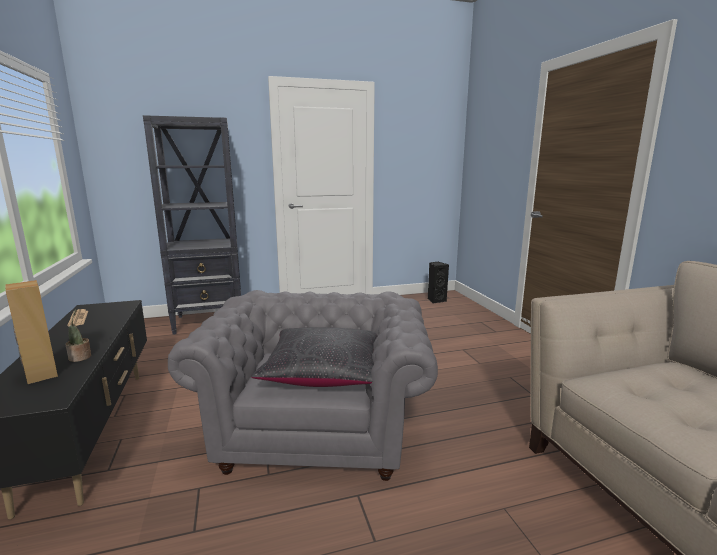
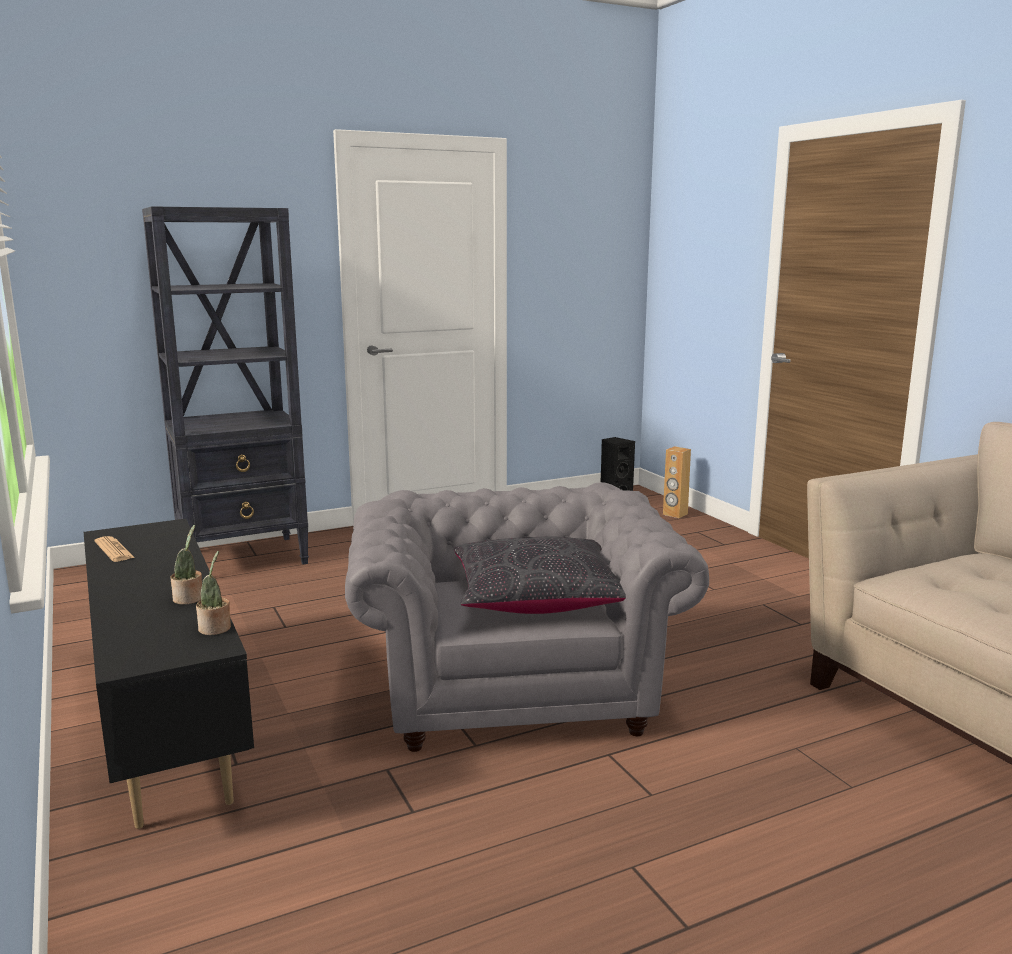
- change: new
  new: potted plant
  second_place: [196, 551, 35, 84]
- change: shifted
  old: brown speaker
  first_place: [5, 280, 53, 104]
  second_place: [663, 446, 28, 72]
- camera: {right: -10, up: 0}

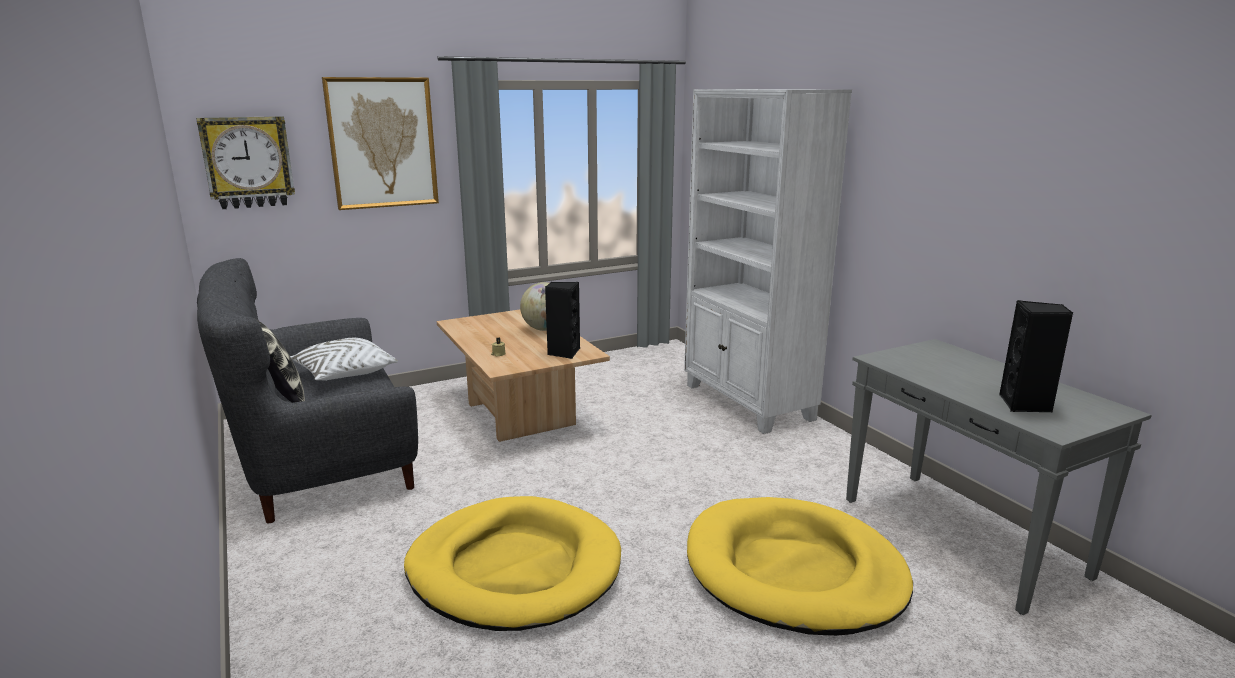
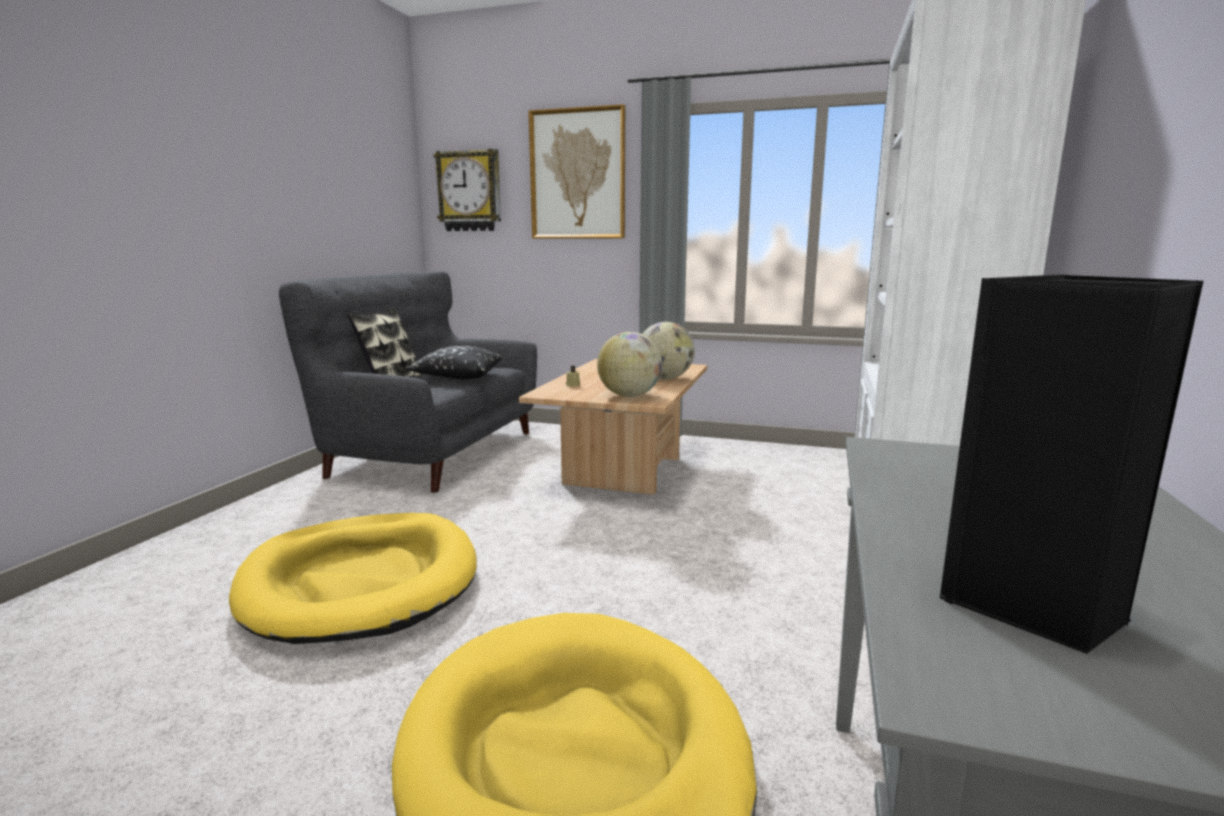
- change: repainted
  old: white pillow
  new: black pillow
  first_place: [290, 338, 108, 43]
  second_place: [406, 346, 96, 33]
- change: swapped
  old: black speaker
  new: globe
  first_place: [545, 282, 35, 77]
  second_place: [597, 332, 65, 65]
- camera: {right: 45, up: -5}

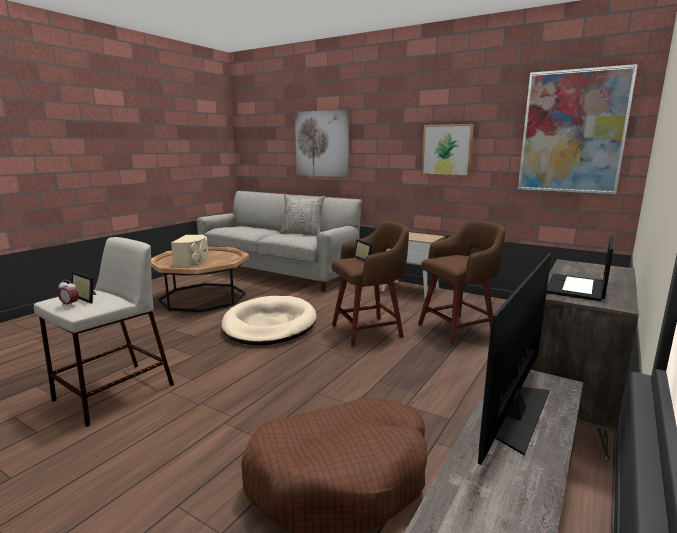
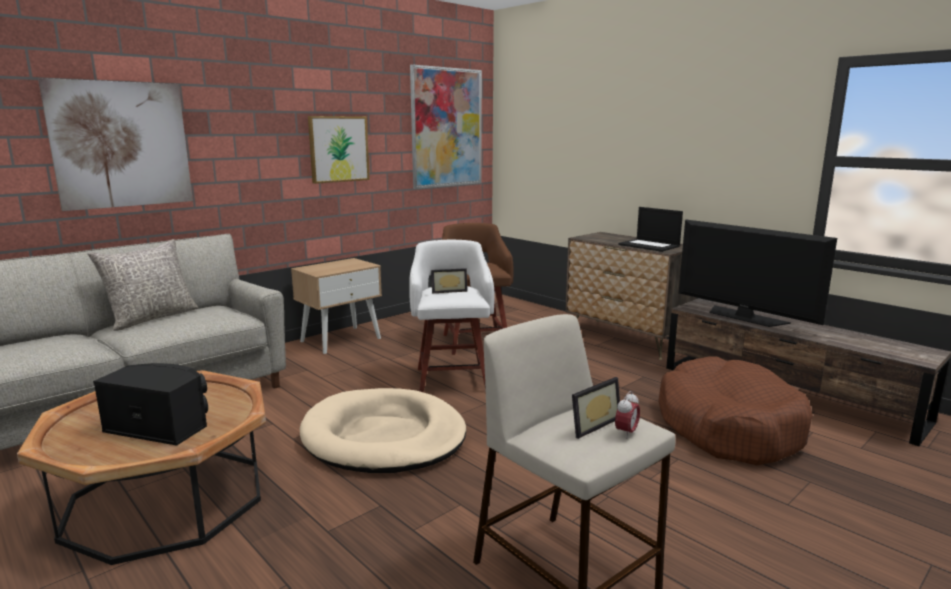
- change: repainted
  old: beige speaker
  new: black speaker
  first_place: [171, 235, 37, 32]
  second_place: [93, 363, 115, 83]
- change: repainted
  old: brown stool
  new: white stool
  first_place: [332, 221, 77, 126]
  second_place: [409, 240, 86, 153]
- camera: {right: -75, up: 0}

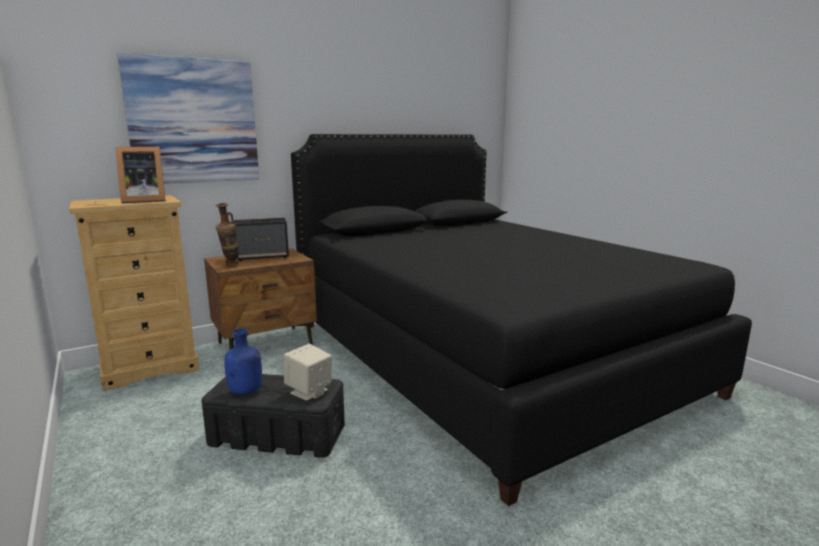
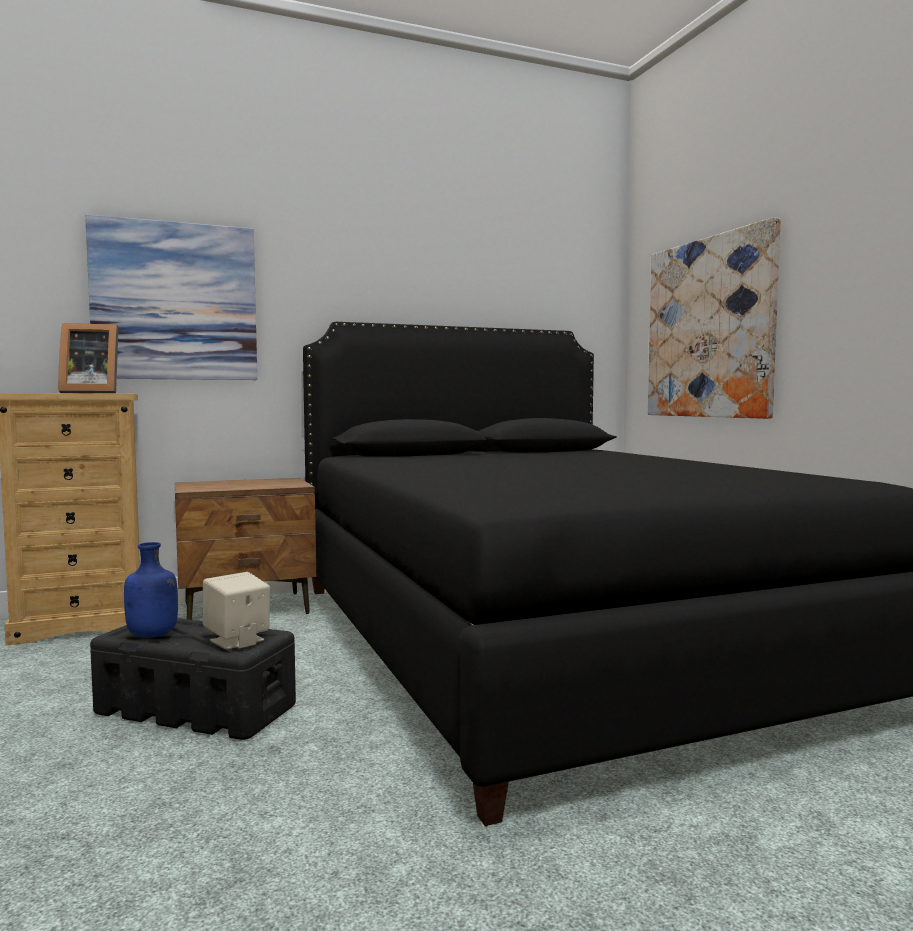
- change: new
  new: picture
  second_place: [648, 217, 133, 202]
- change: gone
  old: vase
  first_place: [216, 203, 24, 64]
- change: gone
  old: speaker
  first_place: [234, 218, 55, 43]
- camera: {right: 10, up: -10}

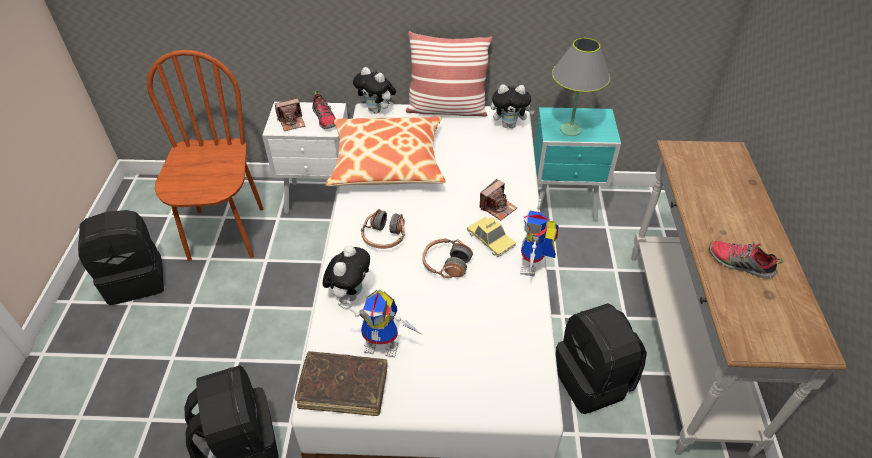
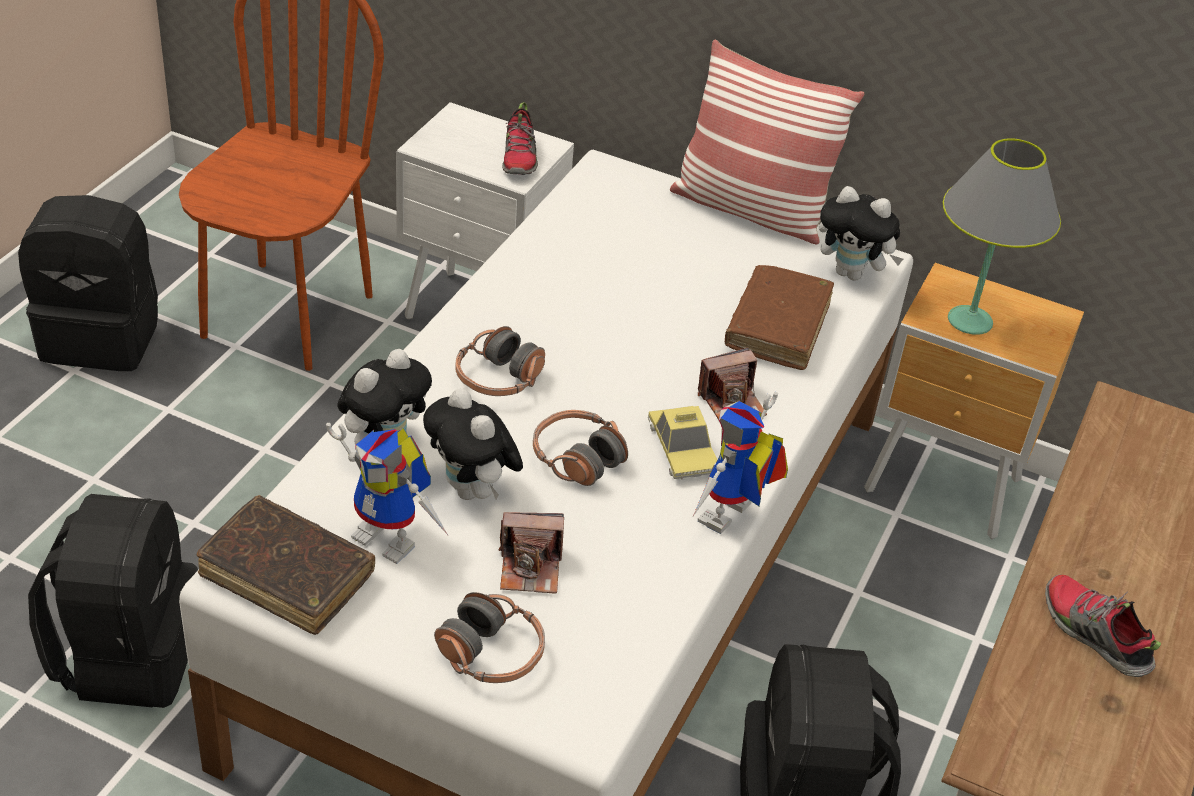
- change: shifted
  old: plush toy
  first_place: [353, 67, 43, 47]
  second_place: [423, 388, 100, 112]
- change: new
  new: headphones
  second_place: [434, 592, 111, 91]
- change: shifted
  old: photo camera
  first_place: [275, 98, 30, 33]
  second_place: [499, 512, 65, 82]
- change: new
  new: brown book
  second_place: [725, 265, 109, 105]
- change: repainted
  old: turquoise nightstand
  new: brown nightstand
  first_place: [534, 107, 87, 115]
  second_place: [864, 263, 220, 276]
- change: gone
  old: pillow
  first_place: [325, 116, 121, 70]
- camera: {right: 20, up: -5}

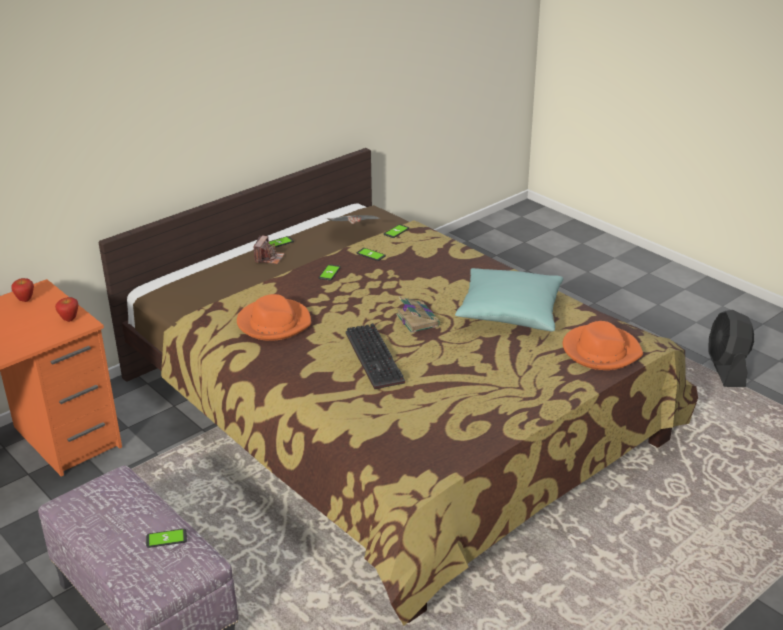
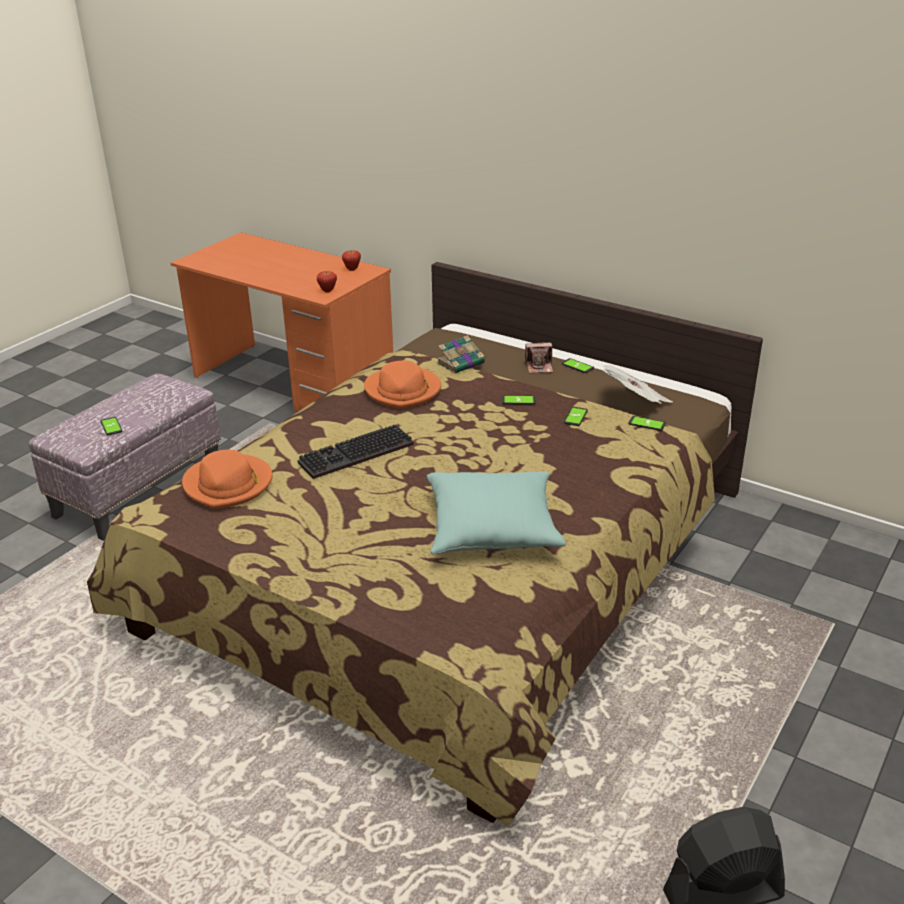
- change: shifted
  old: orange hat
  first_place: [563, 321, 80, 49]
  second_place: [182, 450, 90, 59]
- change: shifted
  old: book
  first_place: [396, 297, 44, 36]
  second_place: [437, 335, 50, 39]
- camera: {right: 75, up: 0}

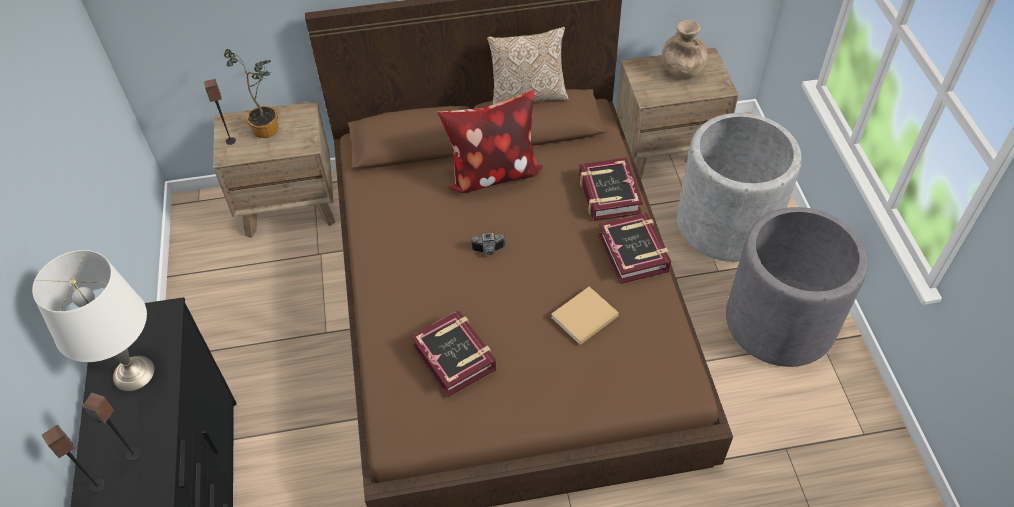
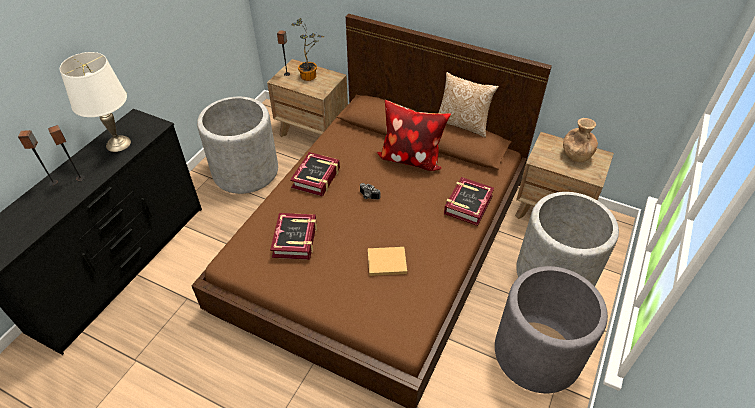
- change: new
  new: grey planter
  second_place: [197, 97, 81, 97]
- change: shifted
  old: book
  first_place: [598, 213, 73, 71]
  second_place: [290, 152, 50, 45]
- camera: {right: 35, up: -5}

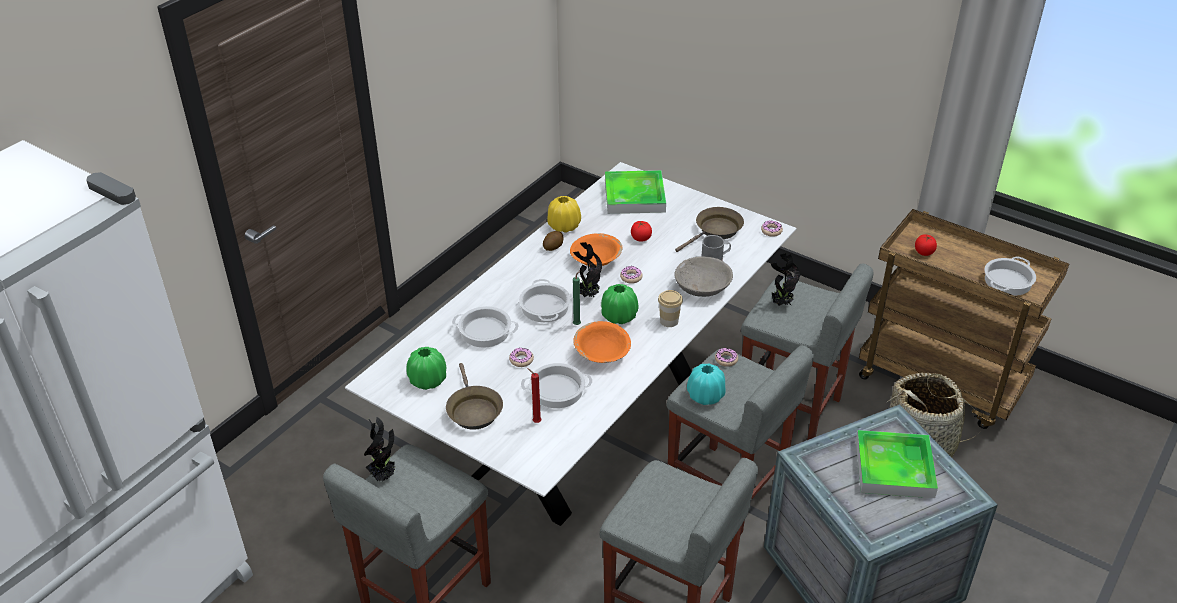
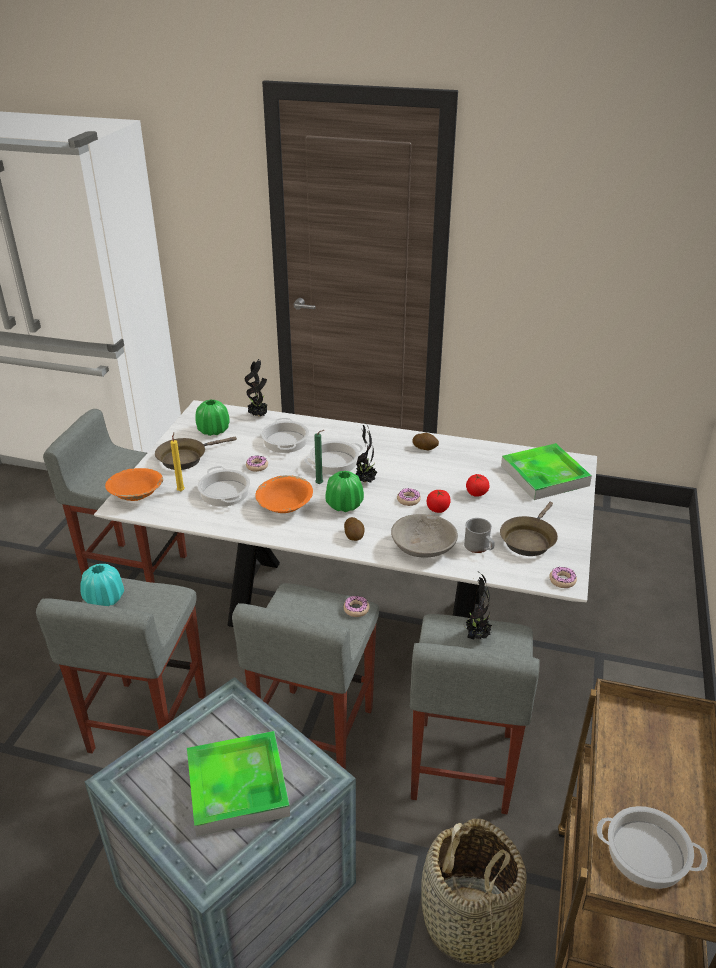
- change: shifted
  old: turquoise vase
  first_place: [687, 364, 39, 41]
  second_place: [80, 564, 44, 42]
- change: shifted
  old: orange bowl
  first_place: [570, 233, 52, 33]
  second_place: [105, 468, 58, 33]
- change: repainted
  old: red candle
  new: yellow candle
  first_place: [527, 368, 15, 55]
  second_place: [170, 433, 15, 58]
- change: shifted
  old: potted plant
  first_place: [364, 417, 32, 64]
  second_place: [245, 359, 23, 58]
- change: swapped
  old: cup
  new: potato
  first_place: [658, 290, 25, 37]
  second_place: [344, 517, 21, 24]
- change: shifted
  old: tomato
  first_place: [915, 234, 22, 22]
  second_place: [427, 490, 24, 23]
- change: rotated
  old: brown frying pan
  first_place: [675, 207, 69, 45]
  second_place: [500, 502, 58, 54]
  degrees: 90
- change: gone
  old: yellow vase
  first_place: [547, 196, 34, 37]
- camera: {right: 70, up: -5}

